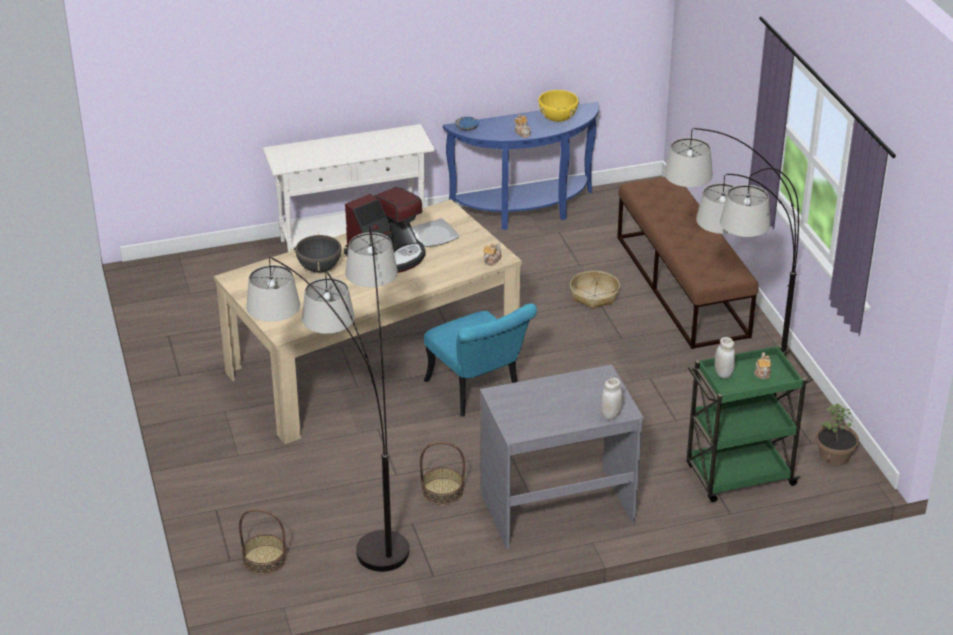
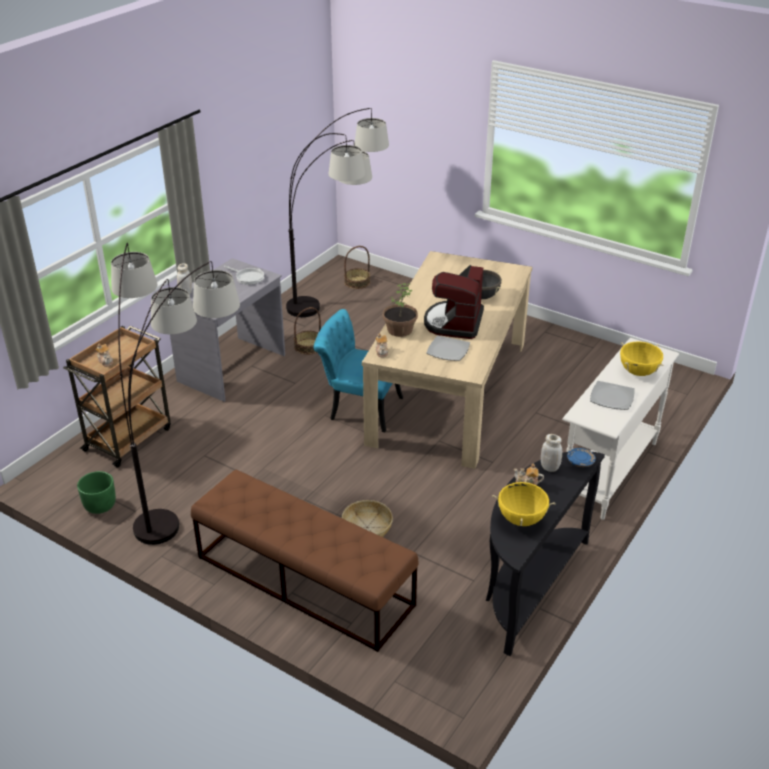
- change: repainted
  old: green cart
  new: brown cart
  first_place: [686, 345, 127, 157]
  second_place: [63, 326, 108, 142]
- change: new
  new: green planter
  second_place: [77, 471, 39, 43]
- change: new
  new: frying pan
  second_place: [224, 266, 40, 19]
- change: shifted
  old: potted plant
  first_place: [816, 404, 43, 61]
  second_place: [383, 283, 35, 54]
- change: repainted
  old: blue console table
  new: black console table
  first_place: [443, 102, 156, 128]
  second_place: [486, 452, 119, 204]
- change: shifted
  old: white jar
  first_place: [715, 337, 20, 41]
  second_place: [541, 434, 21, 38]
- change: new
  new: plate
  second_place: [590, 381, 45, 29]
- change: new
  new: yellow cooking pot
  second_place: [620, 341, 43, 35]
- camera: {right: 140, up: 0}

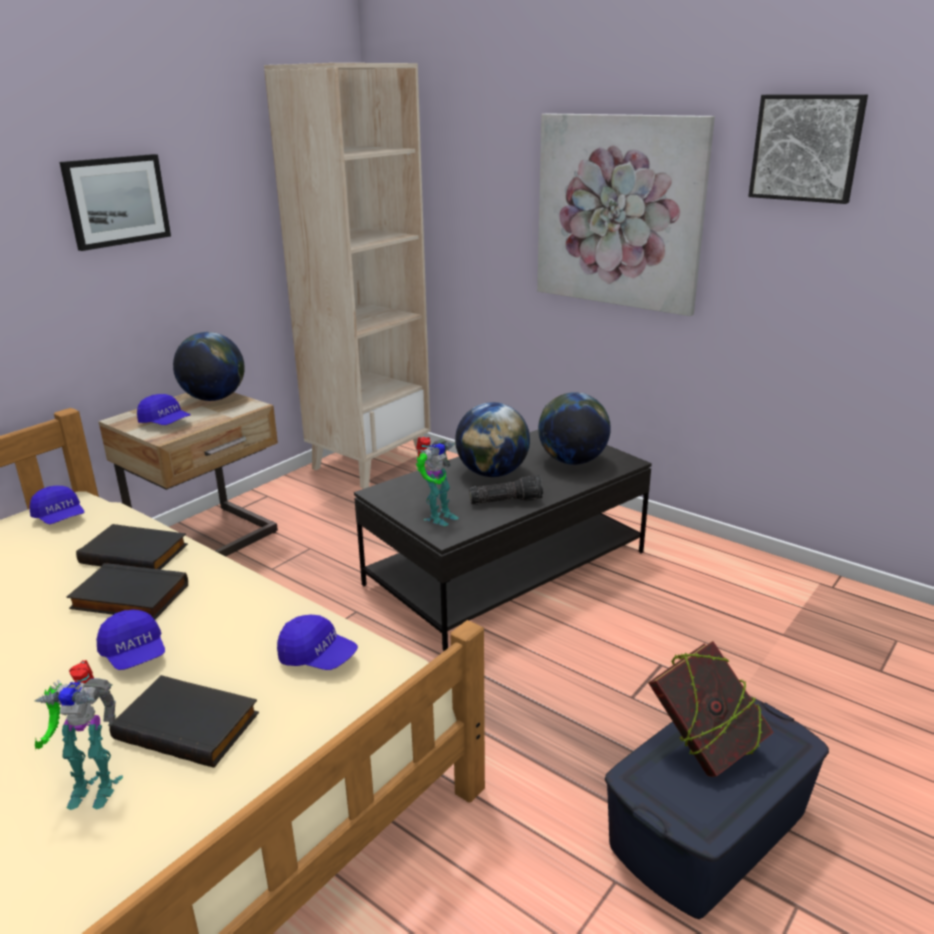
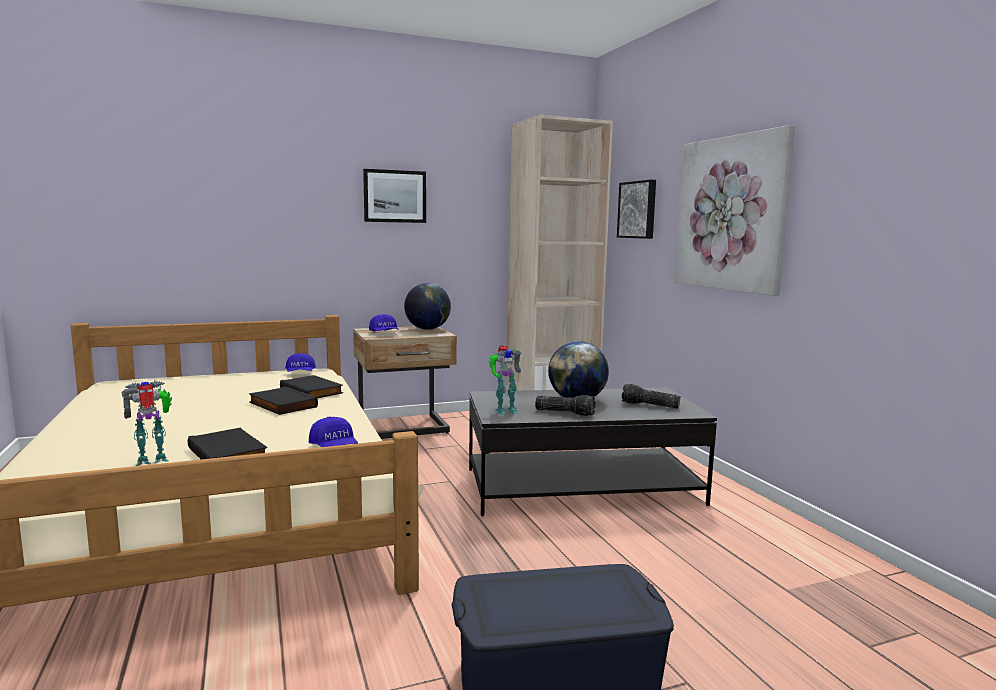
- change: rotated
  old: toy robot
  first_place: [35, 660, 88, 150]
  second_place: [121, 381, 51, 85]
  degrees: 120
- change: shifted
  old: picture
  first_place: [748, 95, 120, 109]
  second_place: [617, 180, 39, 59]
- change: swapped
  old: globe
  new: flashlight
  first_place: [538, 392, 73, 73]
  second_place: [622, 384, 58, 25]
- change: gone
  old: blue cap
  first_place: [97, 609, 68, 61]
- change: gone
  old: book
  first_place: [648, 641, 126, 136]
- camera: {right: 30, up: -15}

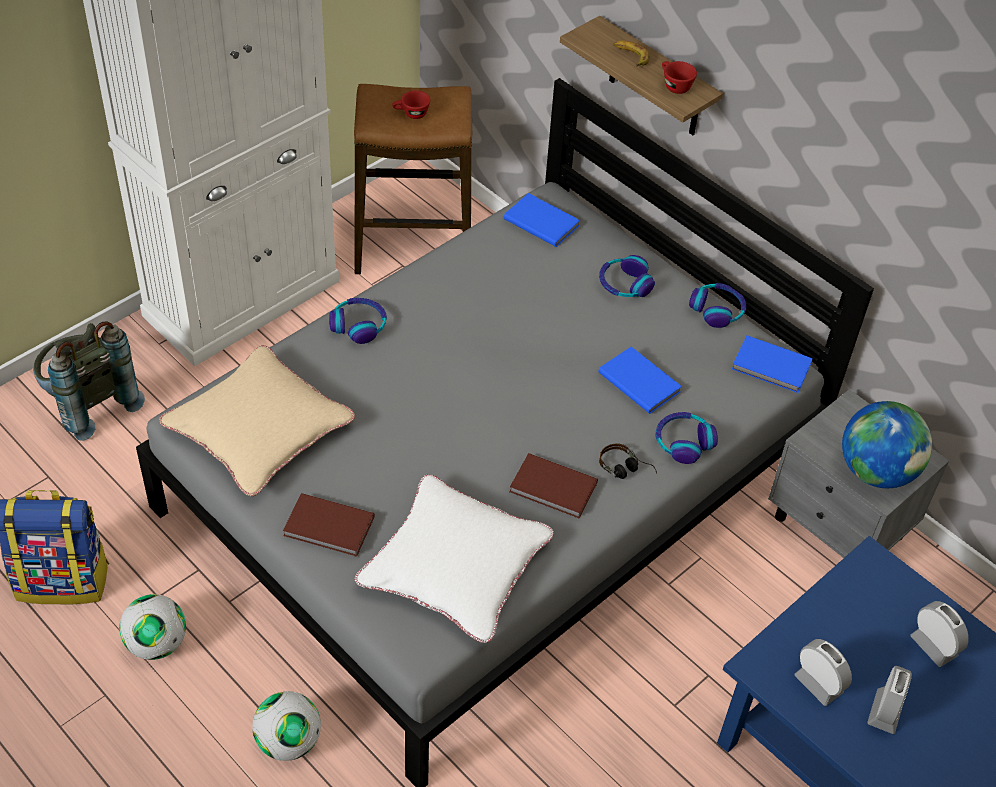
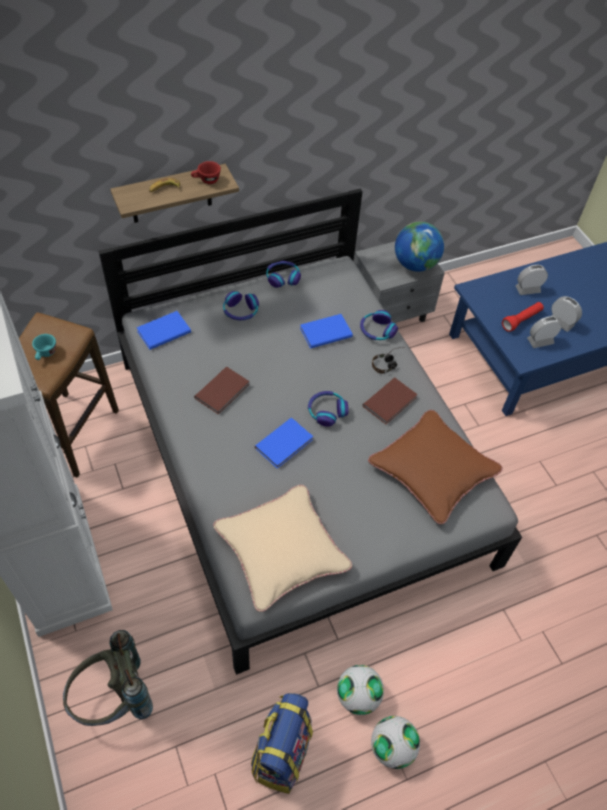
- change: repainted
  old: red cup
  new: turquoise cup
  first_place: [392, 91, 38, 28]
  second_place: [32, 334, 24, 26]
- change: shifted
  old: brown book
  first_place: [283, 493, 92, 64]
  second_place: [194, 367, 56, 48]
- change: shifted
  old: blue book
  first_place: [732, 335, 81, 58]
  second_place: [255, 418, 59, 51]
- change: shifted
  old: headphones
  first_place: [329, 298, 58, 46]
  second_place: [308, 391, 41, 36]
- change: repainted
  old: white pillow
  new: brown pillow
  first_place: [354, 474, 200, 169]
  second_place: [368, 410, 135, 114]
- change: shifted
  old: football
  first_place: [252, 691, 69, 70]
  second_place: [371, 716, 49, 53]
- change: new
  new: red flashlight
  second_place: [502, 302, 42, 30]
- camera: {right: -70, up: 5}

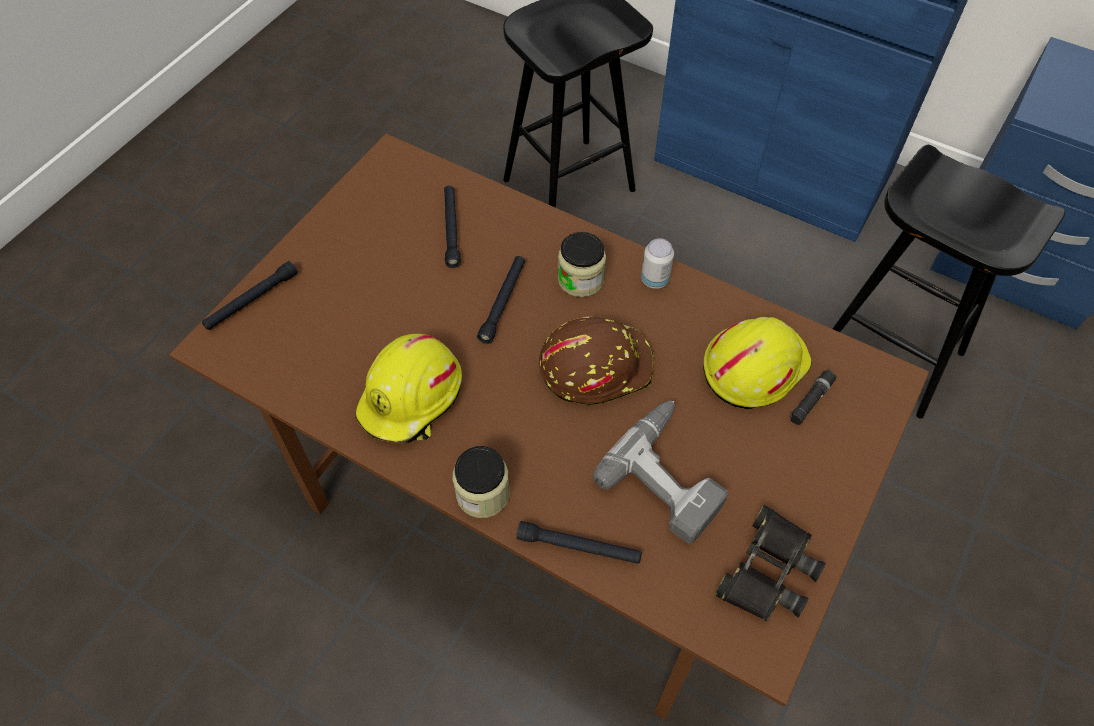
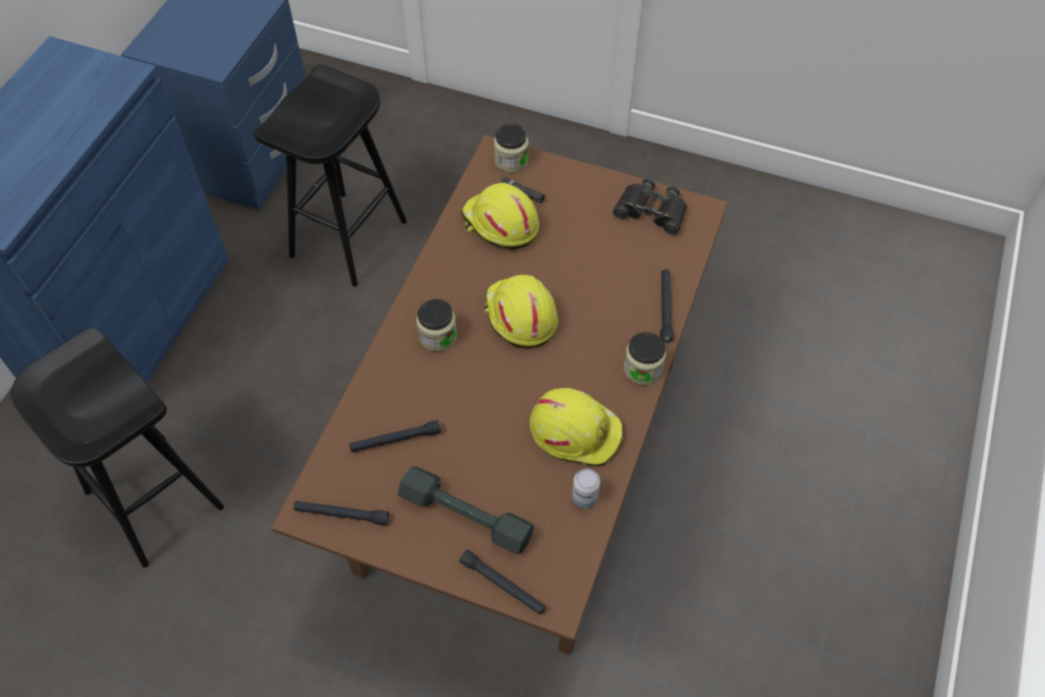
- change: shifted
  old: black flashlight
  first_place: [477, 256, 48, 88]
  second_place: [294, 501, 95, 25]
- change: new
  new: grey dumbbell
  second_place: [398, 467, 136, 87]
- change: repainted
  old: brown hard hat
  new: yellow hard hat
  first_place: [539, 317, 115, 88]
  second_place: [484, 275, 74, 73]
- change: new
  new: jar
  second_place: [494, 124, 35, 48]
- change: shifted
  old: can
  first_place: [641, 239, 33, 50]
  second_place: [572, 468, 28, 40]
- change: gone
  old: power drill
  first_place: [593, 401, 135, 143]
- camera: {right: -100, up: 0}

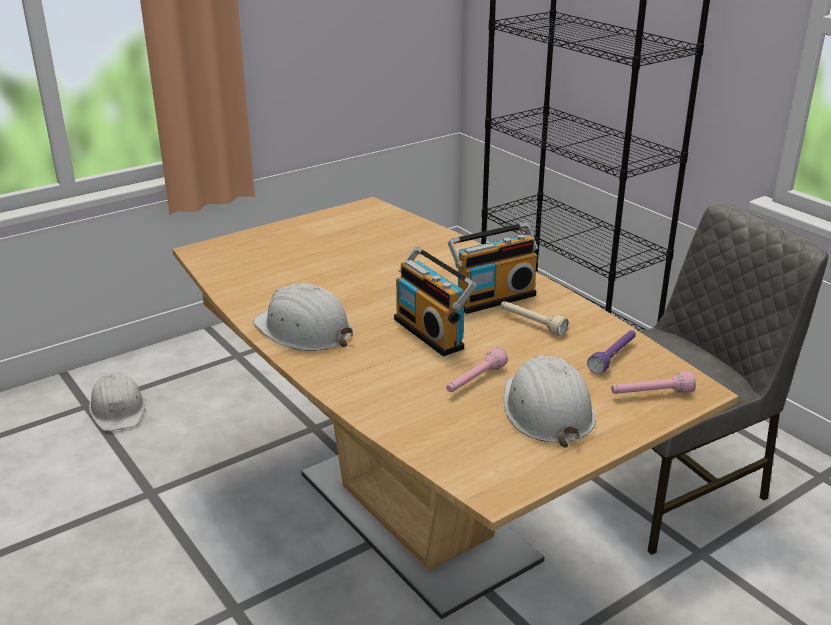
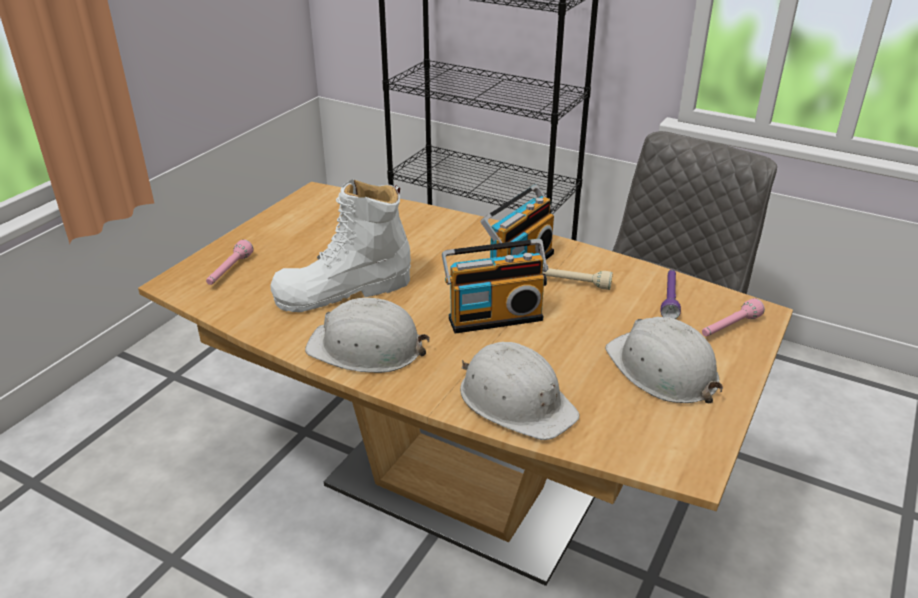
- change: shifted
  old: pink flashlight
  first_place: [446, 348, 62, 44]
  second_place: [206, 239, 47, 46]
- change: new
  new: white boot
  second_place: [270, 179, 141, 133]
- change: rotated
  old: radio
  first_place: [394, 247, 82, 110]
  second_place: [442, 239, 106, 95]
  degrees: -45
- change: shifted
  old: white hard hat
  first_place: [89, 372, 56, 59]
  second_place: [460, 342, 120, 98]
- camera: {right: -25, up: 5}

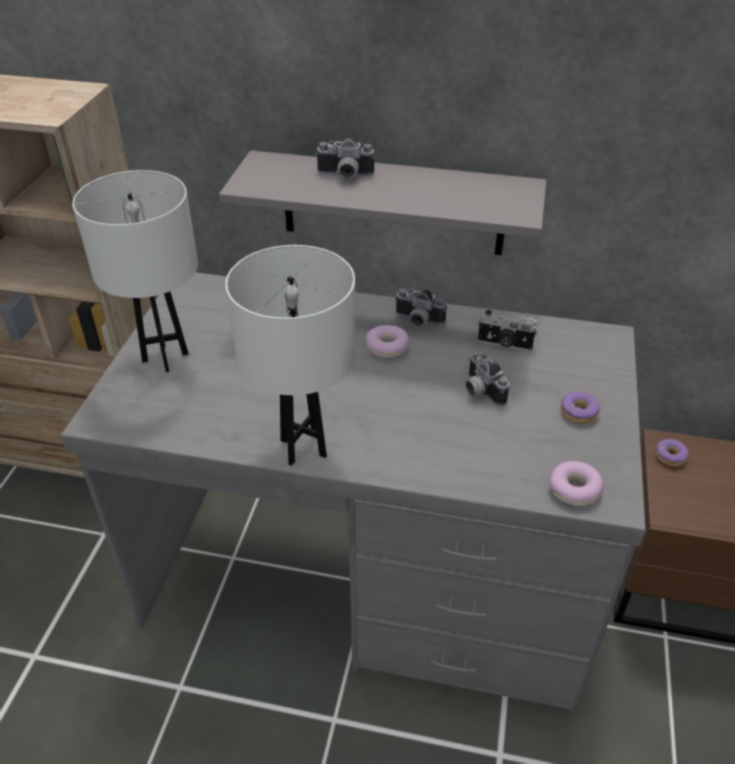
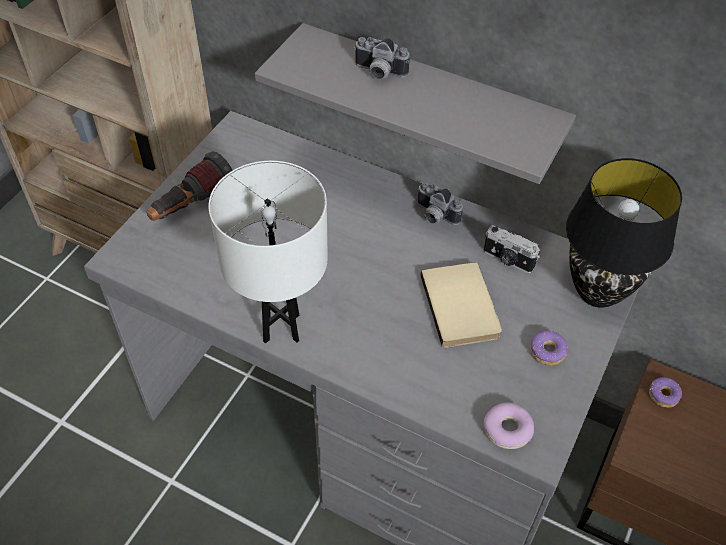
- change: swapped
  old: white table lamp
  new: flashlight
  first_place: [72, 170, 126, 202]
  second_place: [147, 151, 86, 70]
- change: swapped
  old: photo camera
  new: beige book
  first_place: [466, 351, 43, 55]
  second_place: [421, 262, 81, 86]
- change: new
  new: black table lamp
  second_place: [566, 158, 116, 150]
- change: gone
  old: donut
  first_place: [366, 325, 44, 33]
- camera: {right: 15, up: 10}

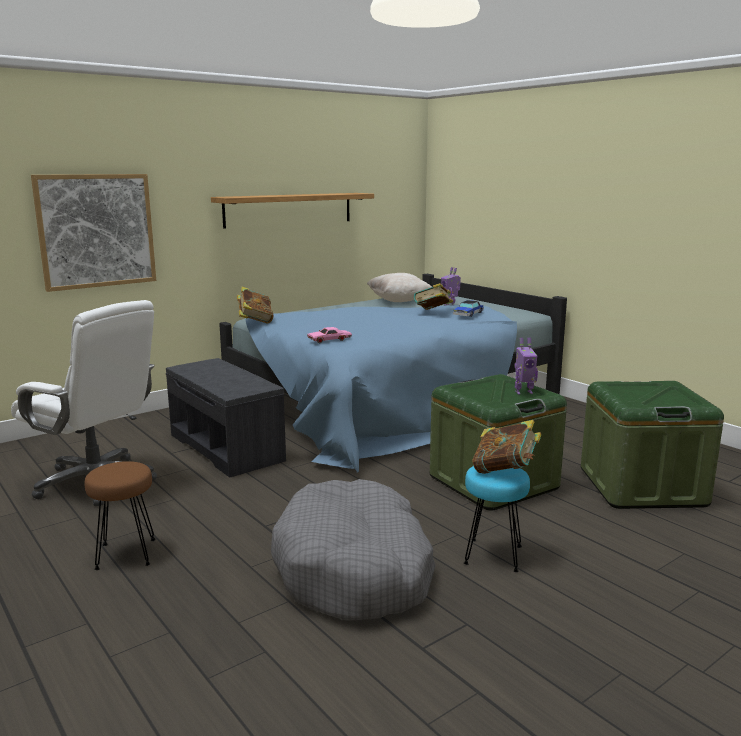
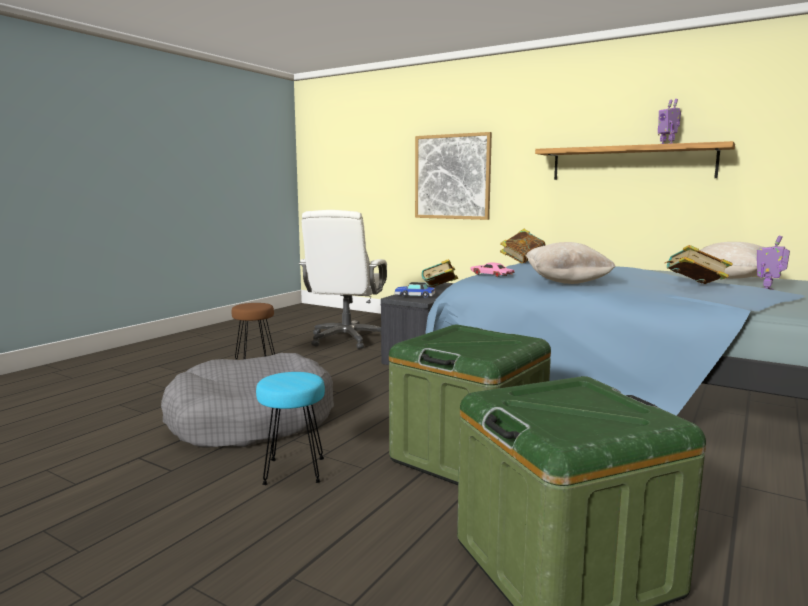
- change: shifted
  old: toy car
  first_place: [453, 300, 31, 17]
  second_place: [394, 282, 41, 16]
- change: shifted
  old: book
  first_place: [472, 420, 70, 54]
  second_place: [422, 259, 36, 28]
- change: new
  new: beige pillow
  second_place: [526, 242, 89, 42]
- change: shifted
  old: toy robot
  first_place: [515, 338, 23, 57]
  second_place: [658, 99, 23, 45]
- camera: {right: 70, up: -5}

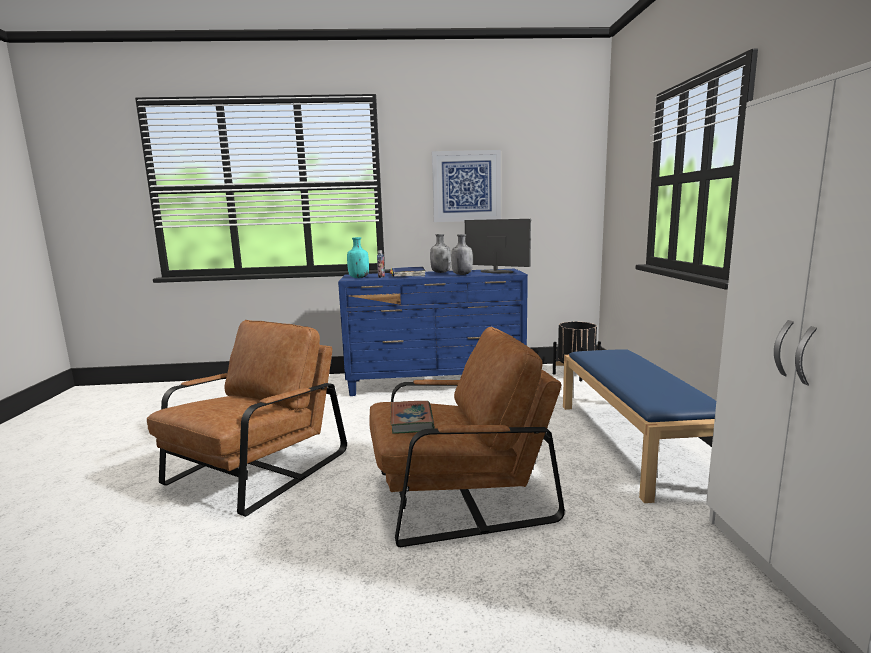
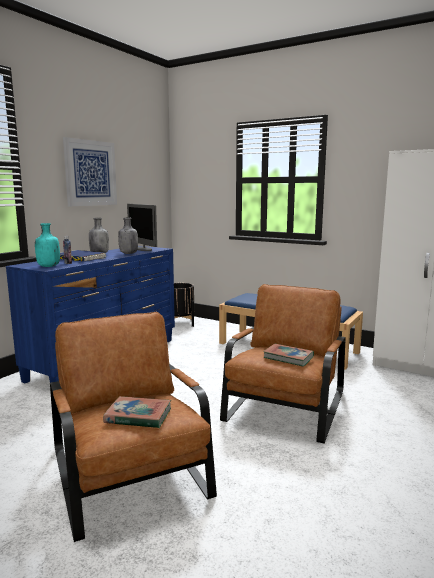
- change: new
  new: book
  second_place: [103, 396, 68, 32]
- change: rotated
  old: monitor
  first_place: [465, 219, 66, 54]
  second_place: [127, 204, 30, 47]
  degrees: -105
- camera: {right: -55, up: 0}

